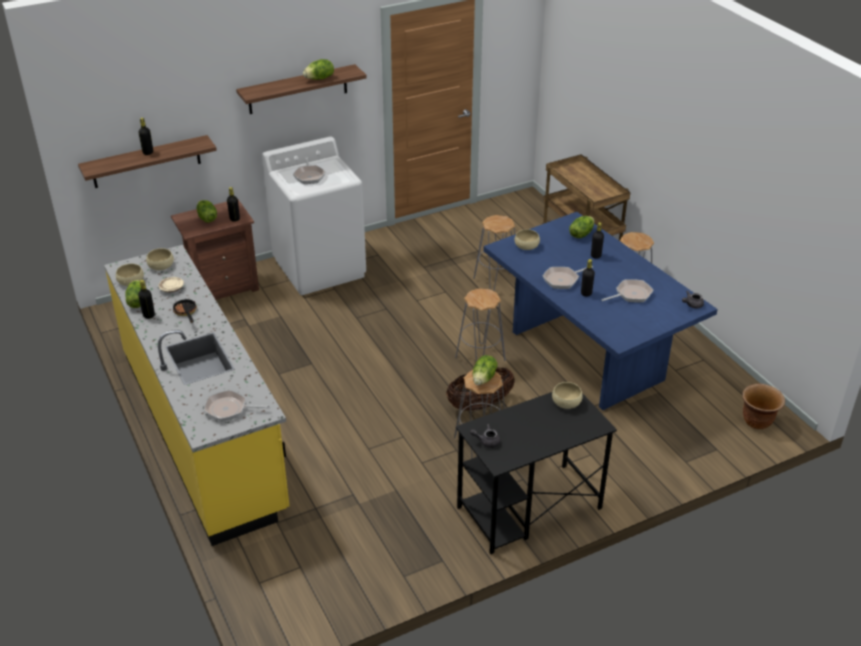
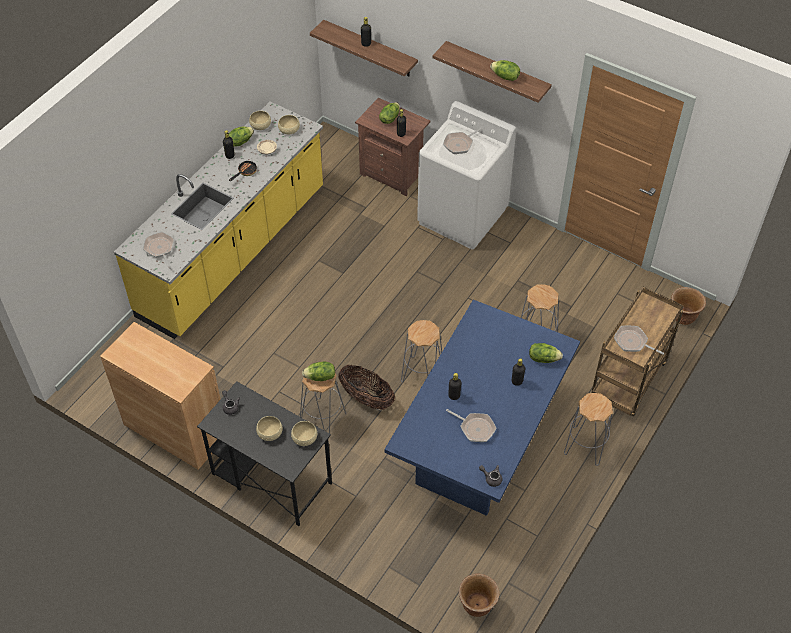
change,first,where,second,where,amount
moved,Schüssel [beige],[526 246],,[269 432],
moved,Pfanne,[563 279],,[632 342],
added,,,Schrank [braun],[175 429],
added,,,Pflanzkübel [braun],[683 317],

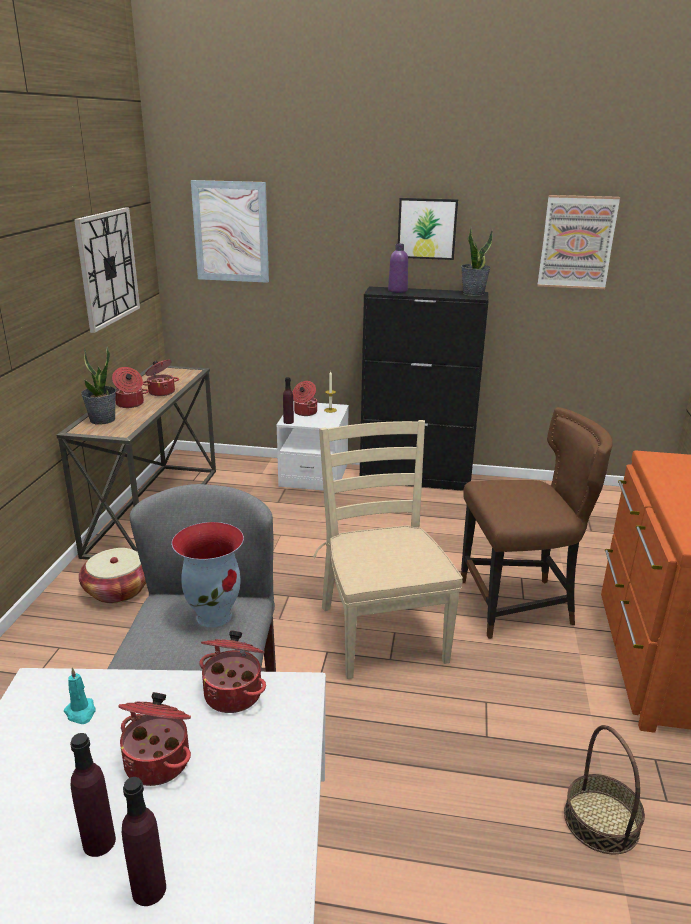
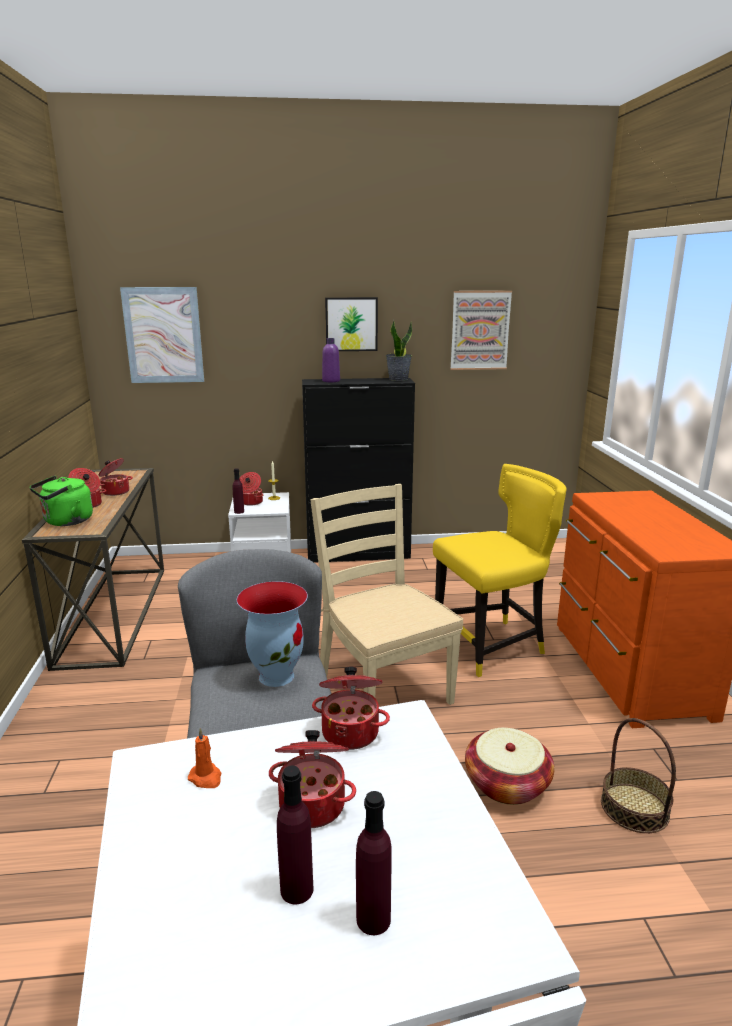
change,first,where,second,where,amount
recoloured,Kerze [türkis],[81 712],Kerze [orange],[206 778],
removed,Wanduhr,[108 267],,,
moved,Korb,[117 590],,[507 784],
replaced,Topfpflanze,[102 420],Wasserkessel [grün],[66 522],
recoloured,Stuhl [braun],[519 605],Stuhl [gelb],[492 645],

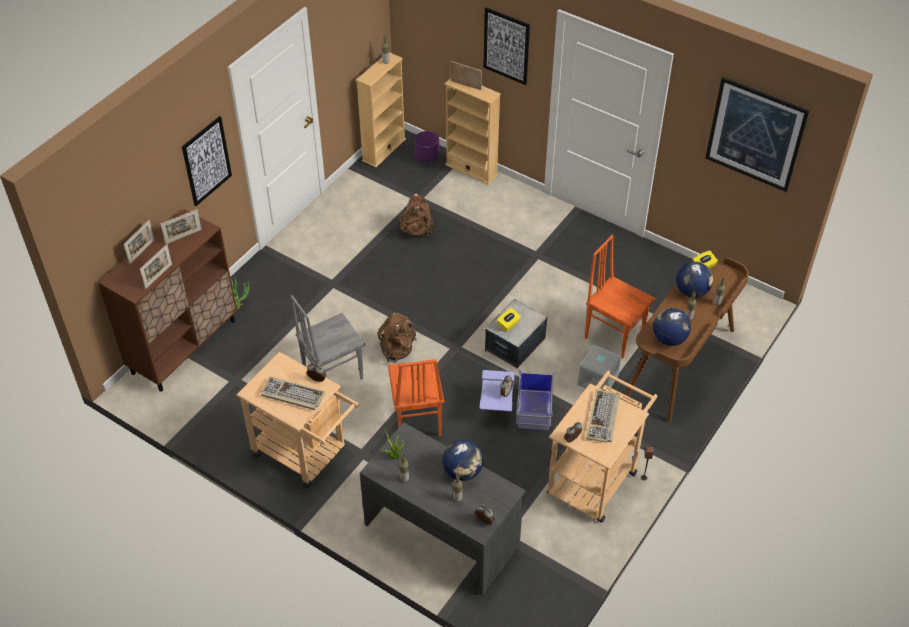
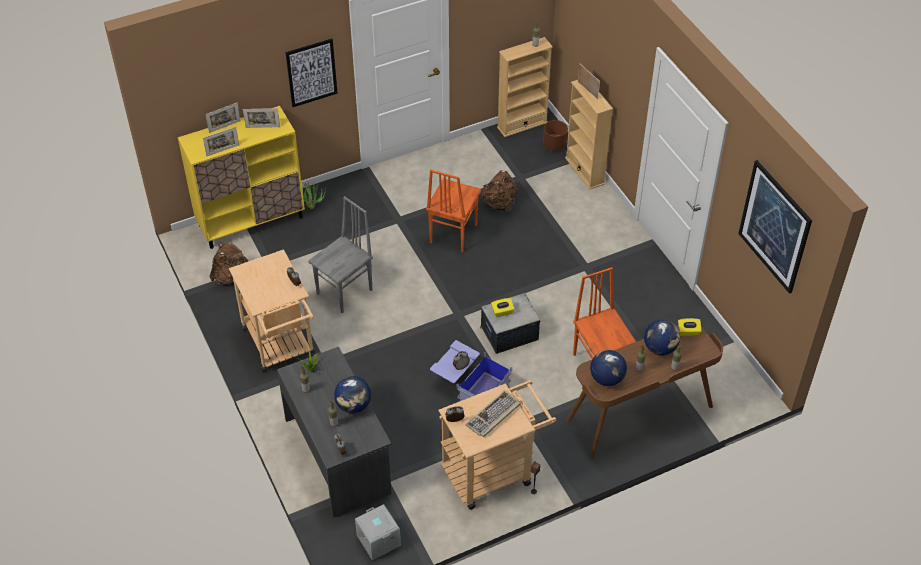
change,first,where,second,where,amount
recoloured,Schrank [braun],[184 346],Schrank [gelb],[251 221],
removed,Tastatur,[292 395],,,
turned,Stuhl [grau],[332 374],,[345 292],135 degrees clockwise
moved,Rucksack [braun],[397 350],,[230 276],
moved,Stuhl [orange],[416 420],,[452 234],
recoloured,Pflanzkübel [lila],[427 157],Pflanzkübel [braun],[554 145],
removed,Bild,[506 46],,,
moved,Aufbewahrungsbox [grau],[597 380],,[377 540],

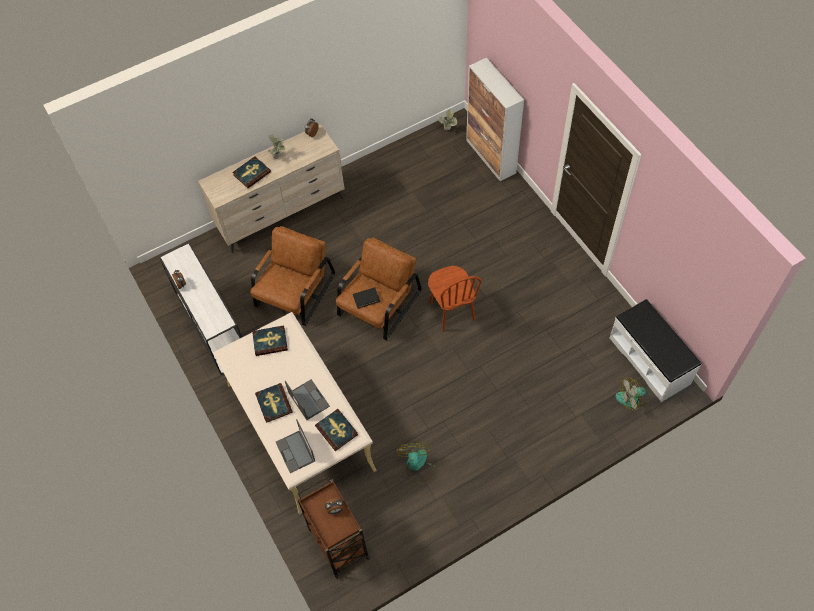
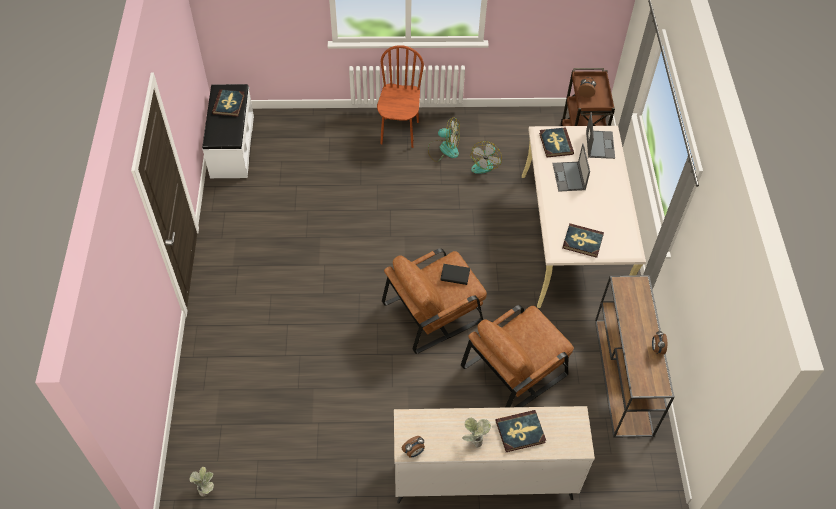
change,first,where,second,where,amount
recoloured,Konsolentisch [weiß],[211 325],Konsolentisch [braun],[623 377],
moved,Buch,[273 403],,[229 104],
moved,Stuhl [braun],[451 312],,[399 132],
removed,Schrank,[491 157],,,
moved,Ventilator,[632 398],,[444 149],

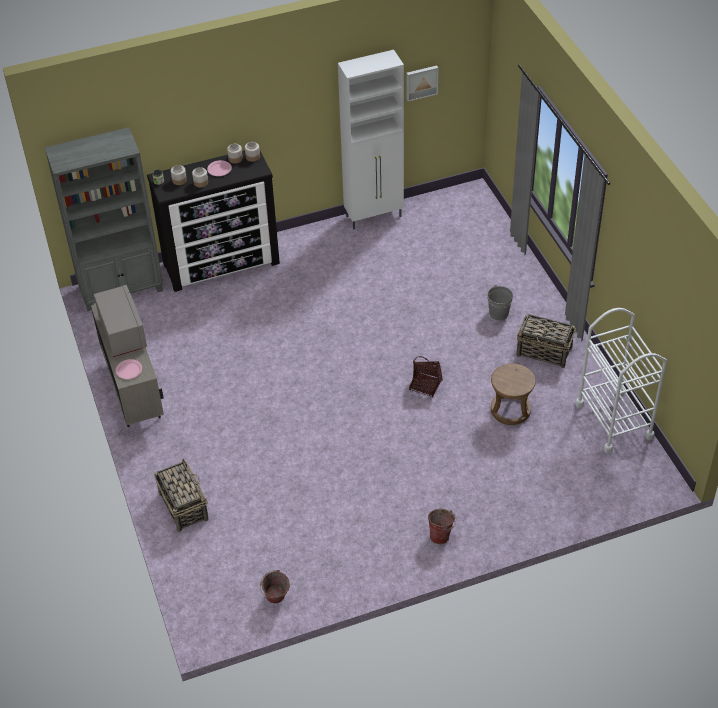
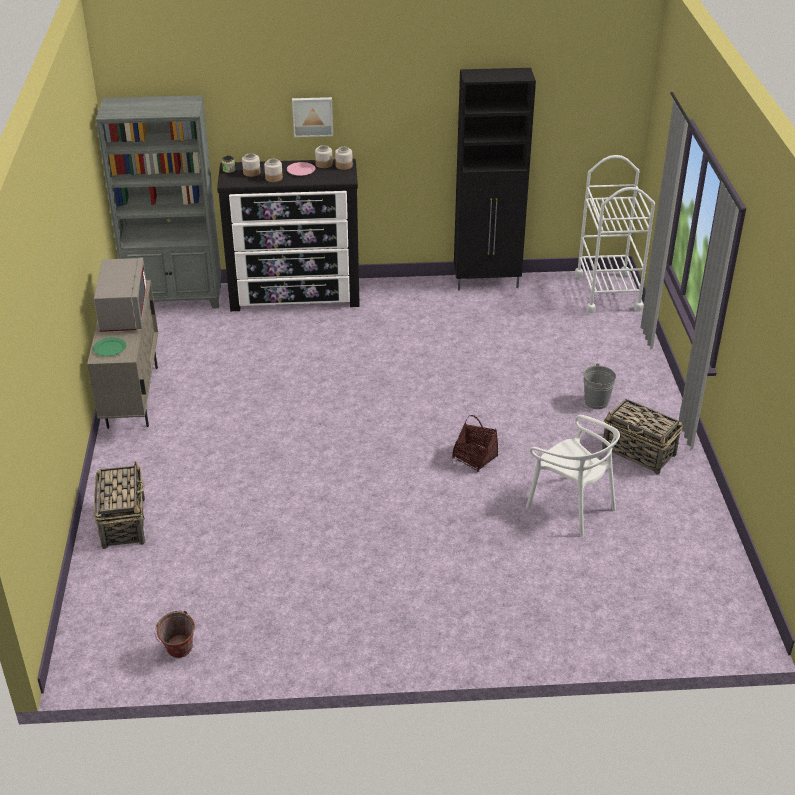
change,first,where,second,where,amount
recoloured,Teller [rosa],[129 370],Teller [grün],[110 348],
recoloured,Schrank [weiß],[374 216],Schrank [schwarz],[487 282],
moved,Bild,[421 82],,[312 116],
removed,Eimer,[441 535],,,
replaced,Hocker [braun],[510 410],Stuhl [weiß],[571 506],
moved,Rollwagen [weiß],[614 420],,[608 292],

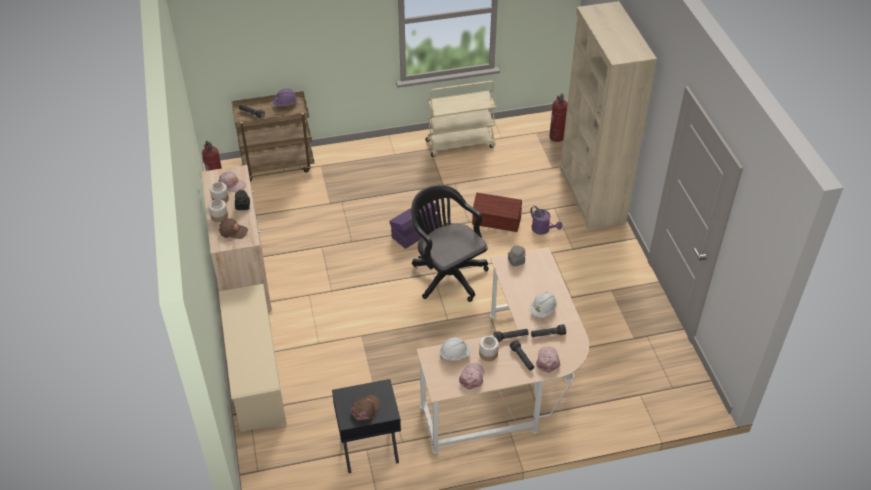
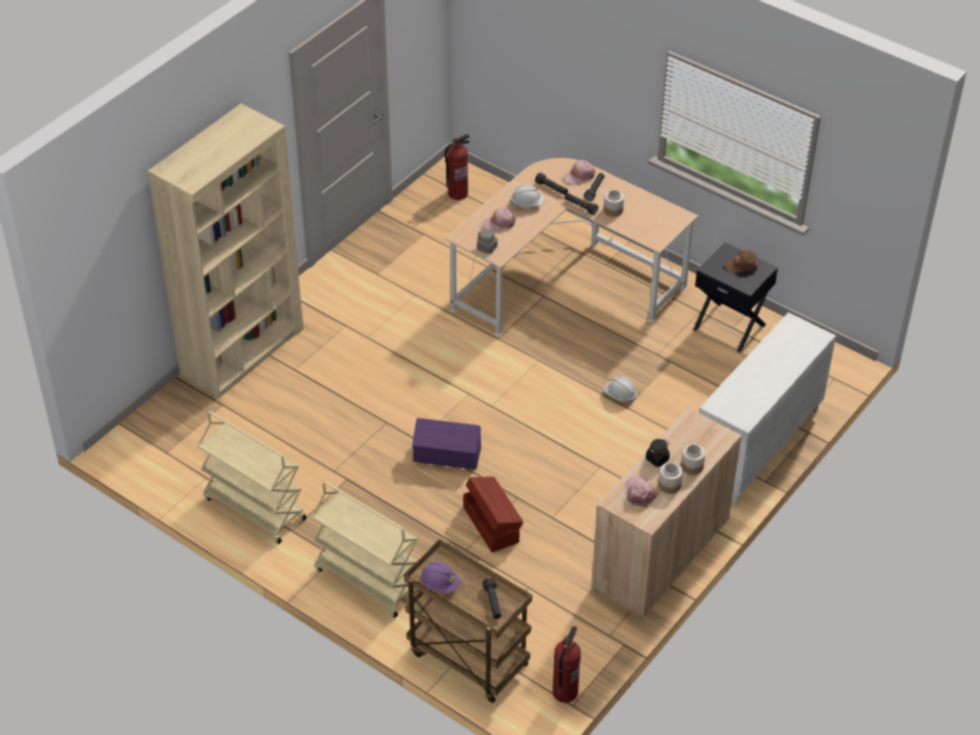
change,first,where,second,where,amount
removed,Kappe [braun],[233 231],,,
replaced,Schuhregal [beige],[256 376],Schrank [weiß],[757 448],
removed,Bürostuhl [schwarz],[447 274],,,
moved,Schutzhelm [weiß],[455 354],,[620 395],
moved,Kappe [rosa],[472 377],,[499 223],
moved,Aufbewahrungsbox [braun],[496 221],,[491 523],
removed,Gießkanne [lila],[543 230],,,
moved,Feuerlöscher,[556 137],,[458 194],
added,,,Rollwagen [beige],[367 580],

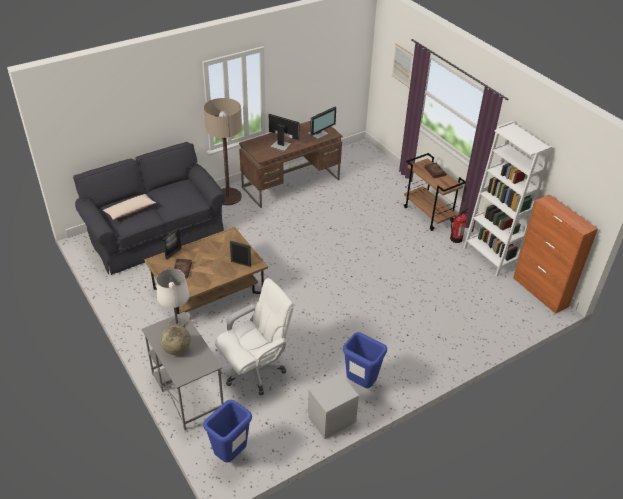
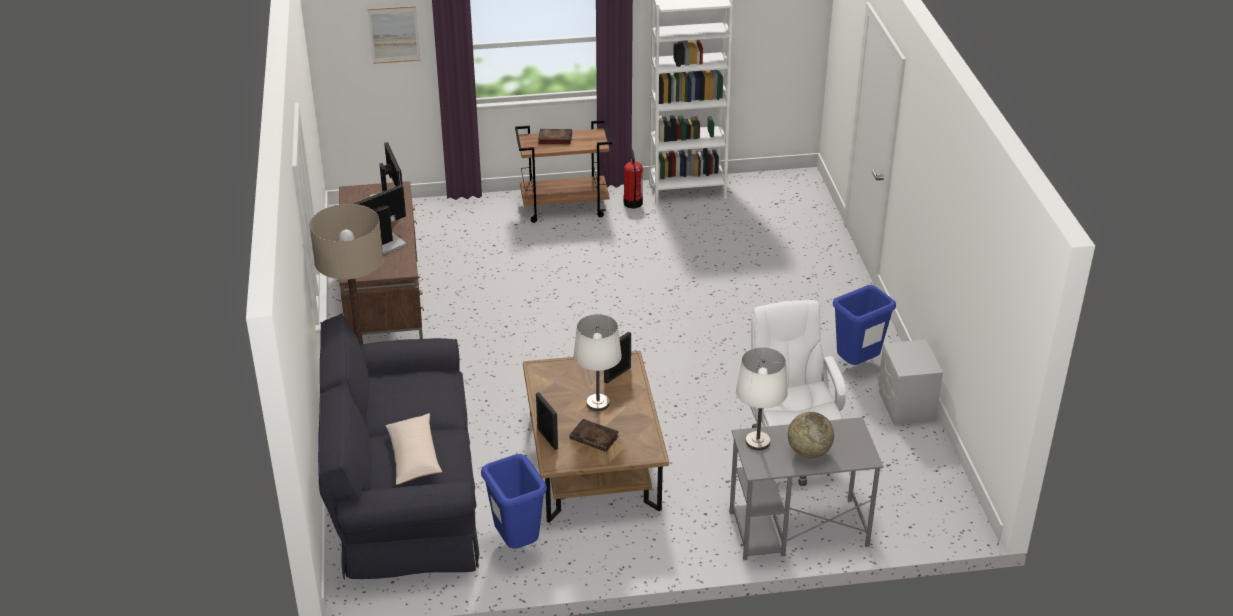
change,first,where,second,where,amount
moved,Mülleimer [blau],[230 455],,[517 544],
removed,Schrank [orange],[540 292],,,
added,,,Tischlampe [weiß],[598 403],

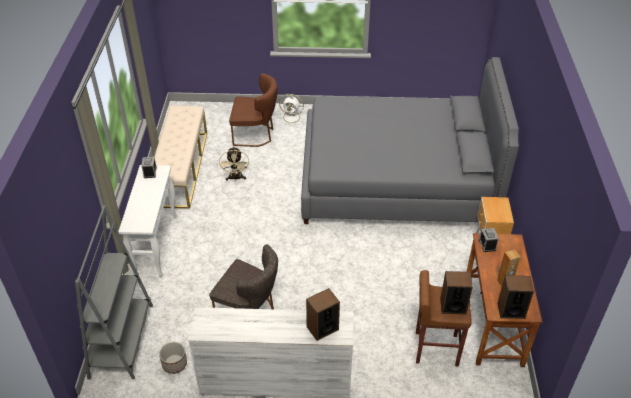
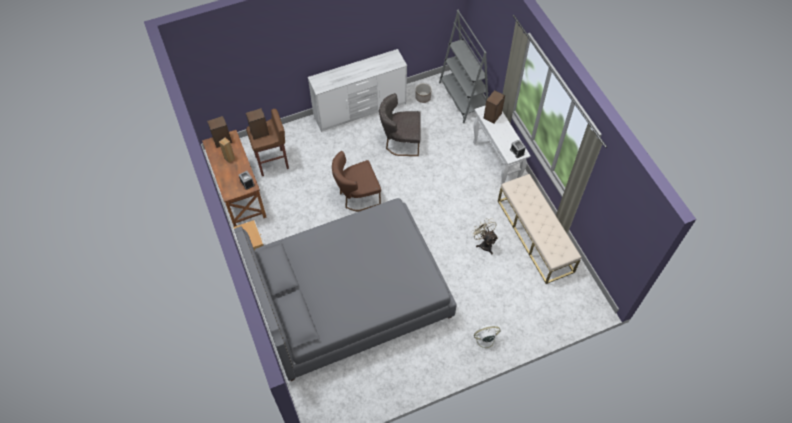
change,first,where,second,where,amount
moved,Stuhl [braun],[256 134],,[357 196],
moved,Lautsprecher,[322 328],,[492 116],

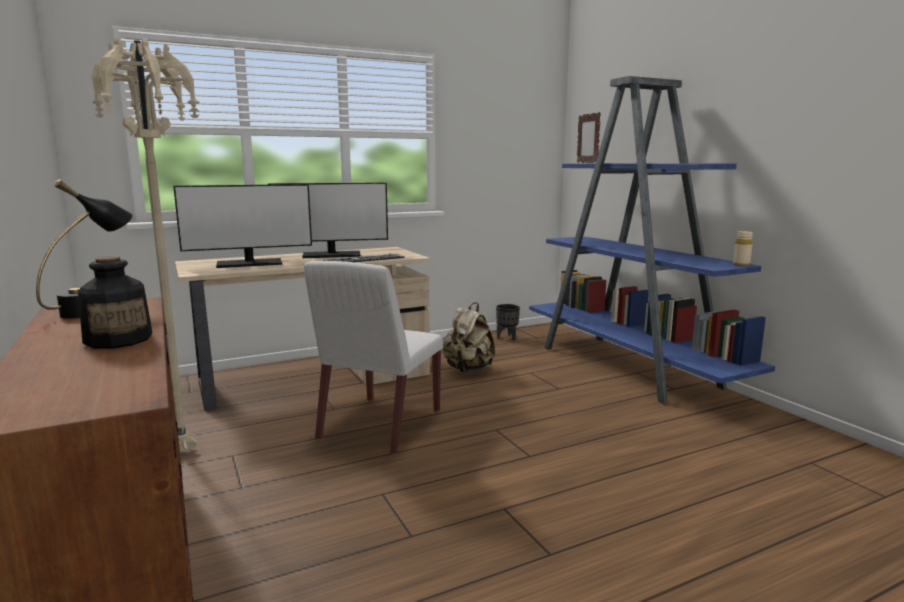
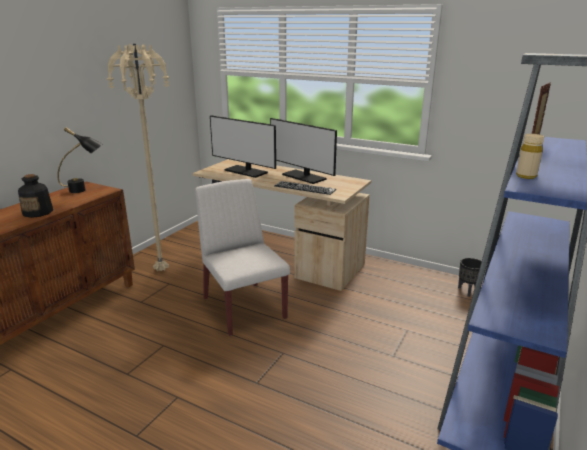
change,first,where,second,where,amount
turned,Stuhl [weiß],[379 425],,[243 307],75 degrees clockwise
removed,Rucksack [beige],[468 369],,,
moved,Flasche [beige],[741 265],,[526 176],

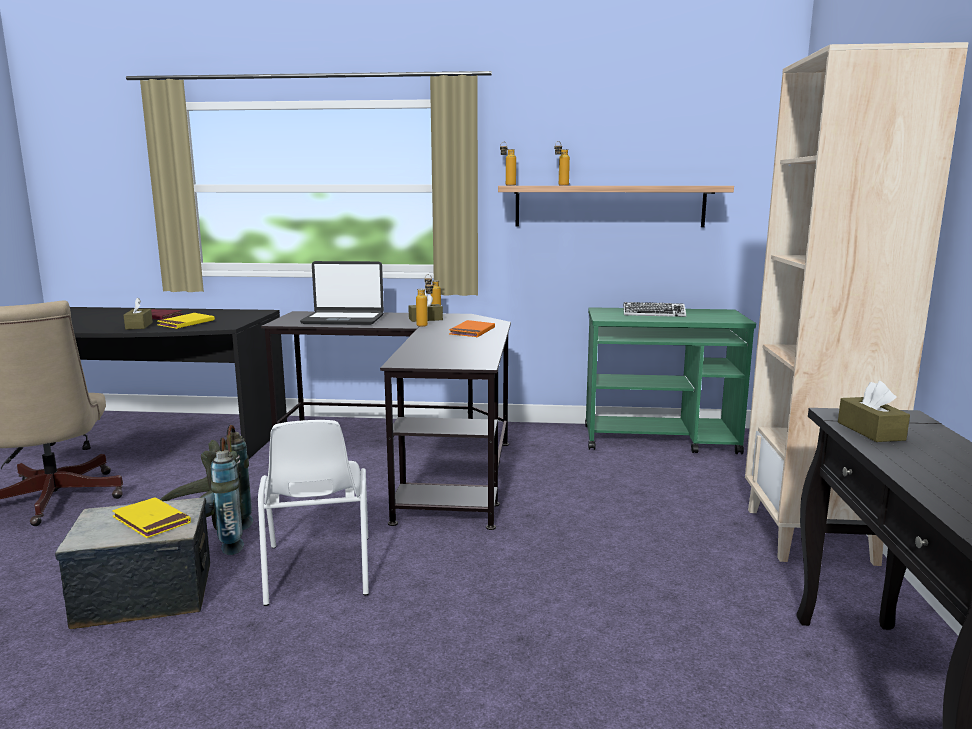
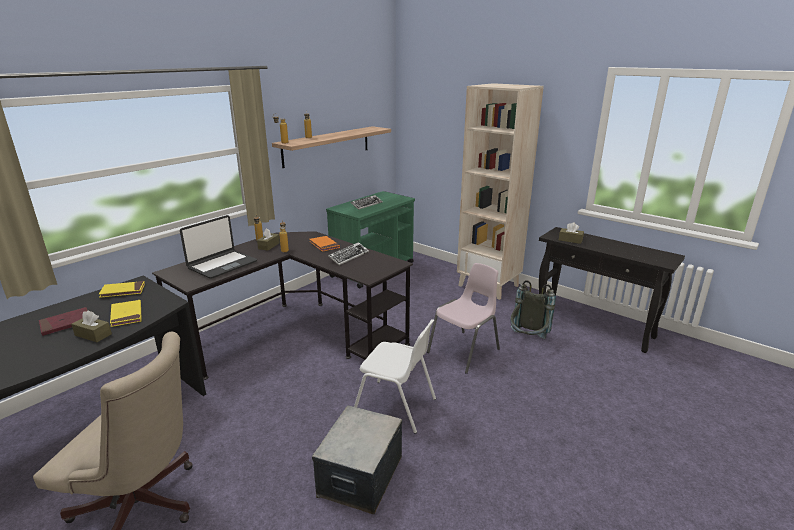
change,first,where,second,where,amount
moved,Buch [gelb],[151 521],,[123 291],
moved,Rucksack [grau],[209 542],,[527 340],
added,,,Tastatur,[348 256],
added,,,Stuhl [rosa],[465 351],

